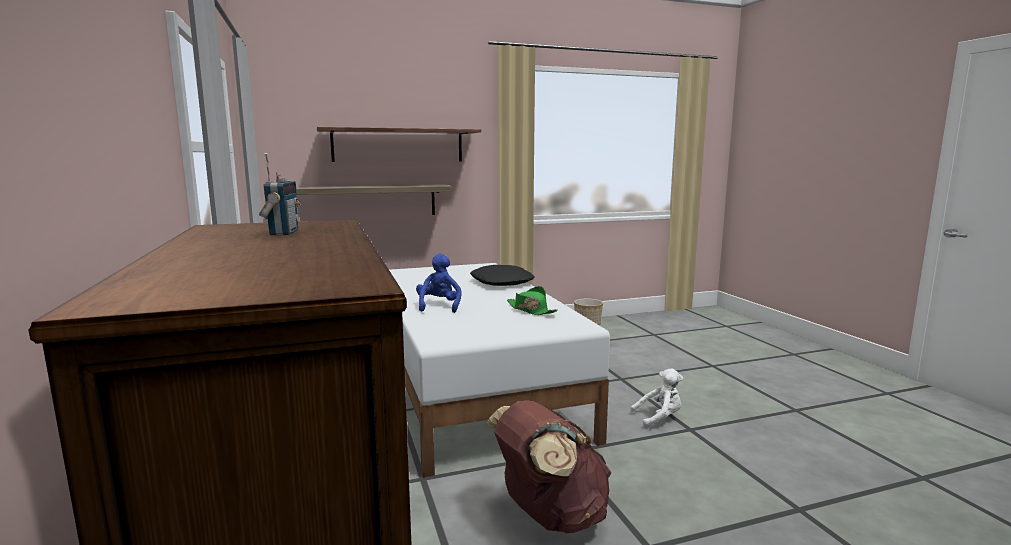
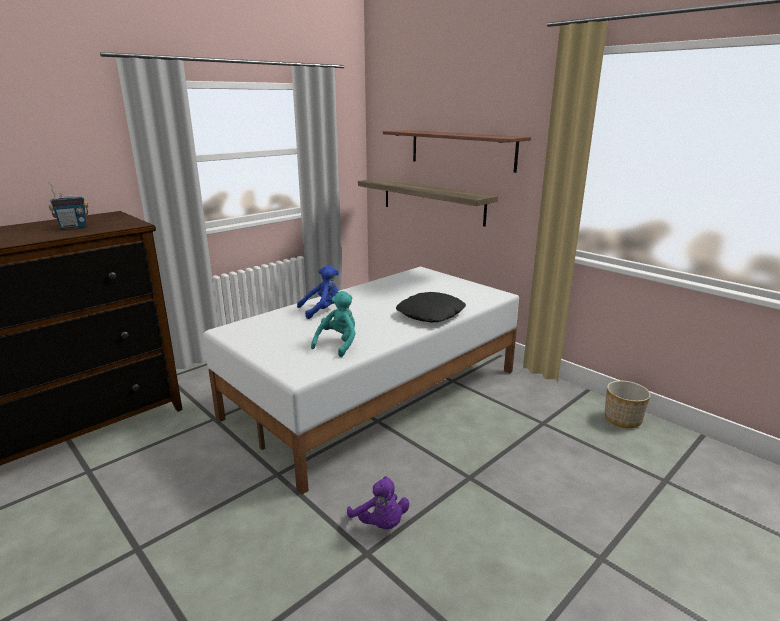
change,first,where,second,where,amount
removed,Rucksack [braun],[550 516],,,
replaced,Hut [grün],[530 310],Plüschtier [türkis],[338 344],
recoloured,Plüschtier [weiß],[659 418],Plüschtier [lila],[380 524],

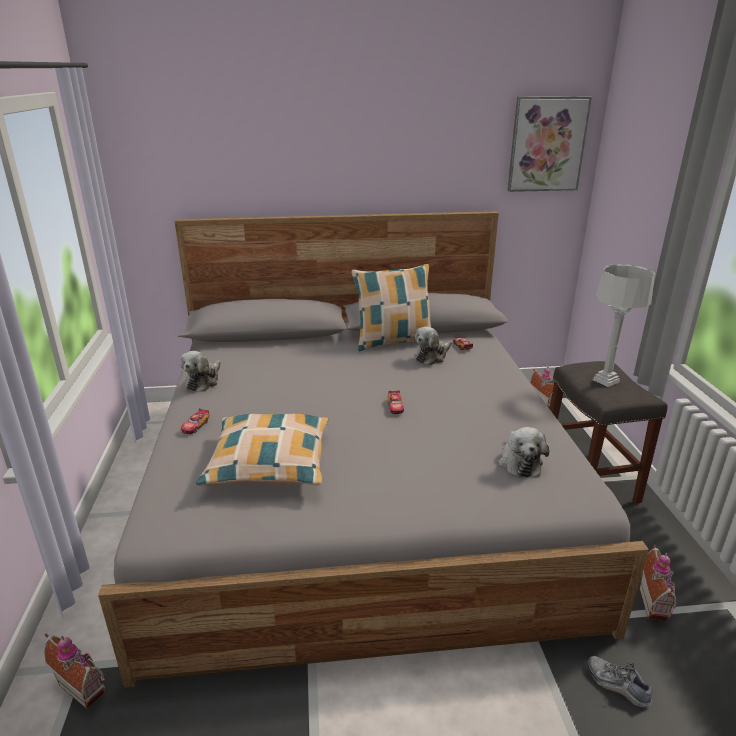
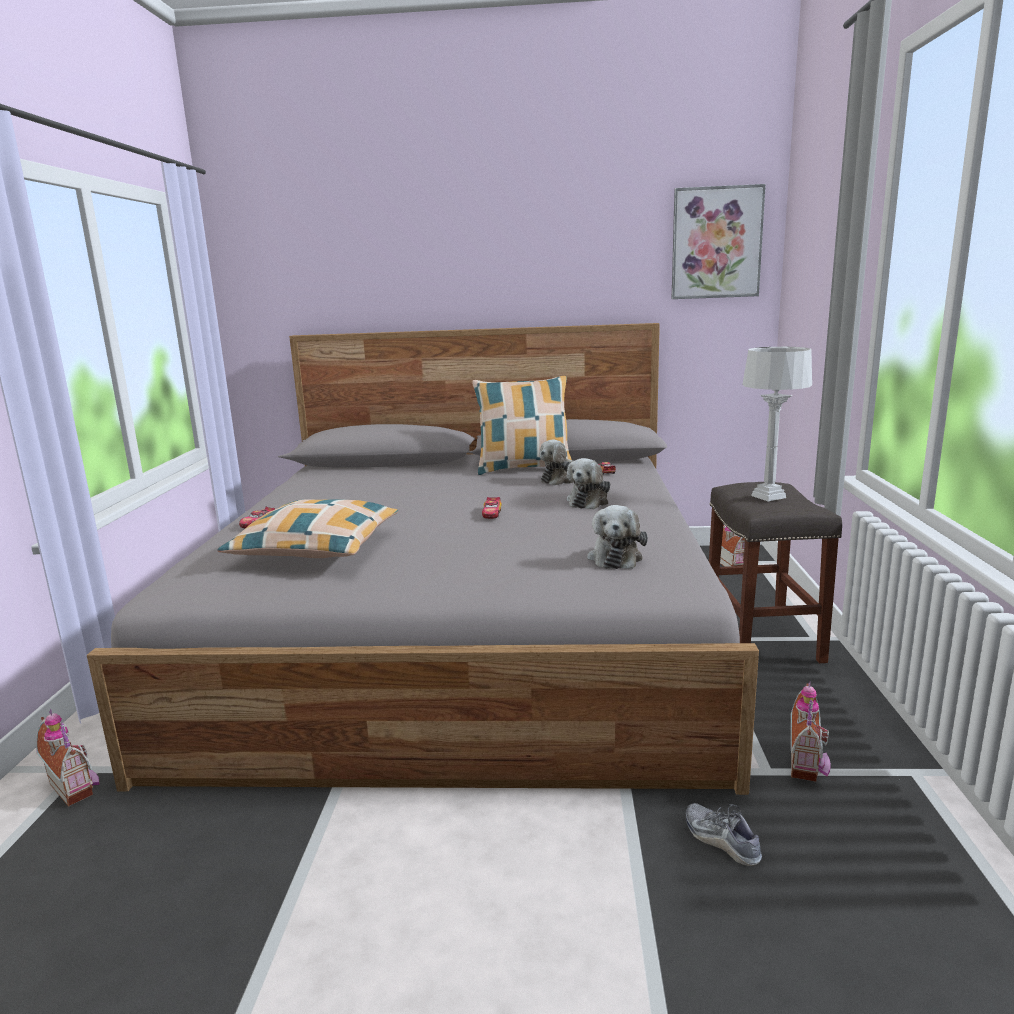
change,first,where,second,where,amount
moved,Plüschtier,[203 381],,[589 501],

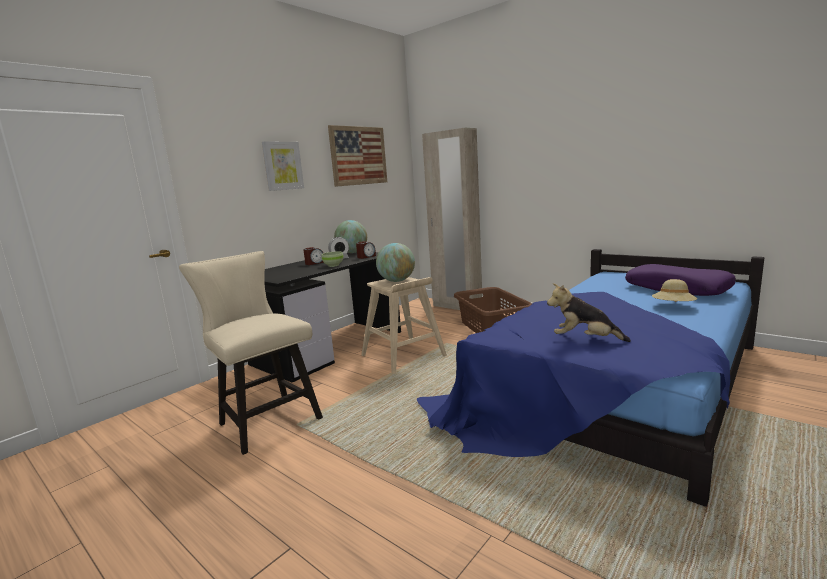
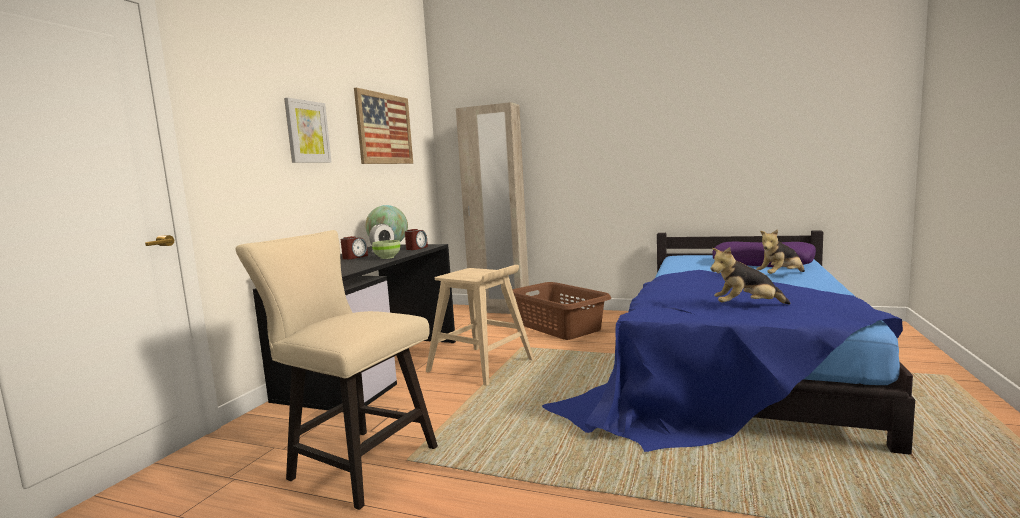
change,first,where,second,where,amount
removed,Globus,[397 281],,,
replaced,Hut [beige],[673 306],Plüschtier,[780 276],

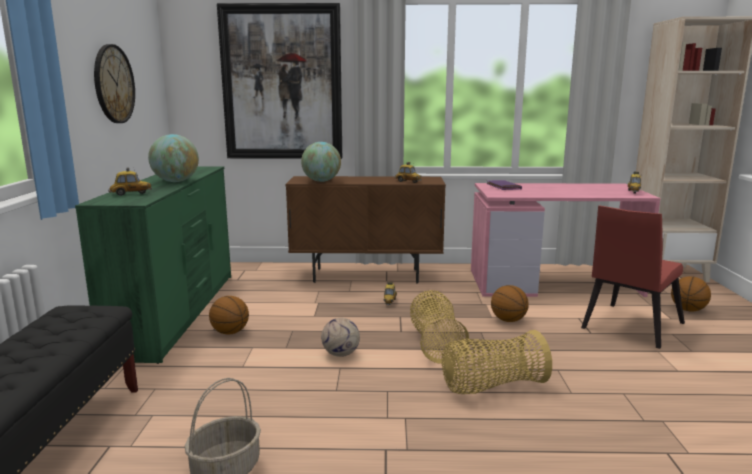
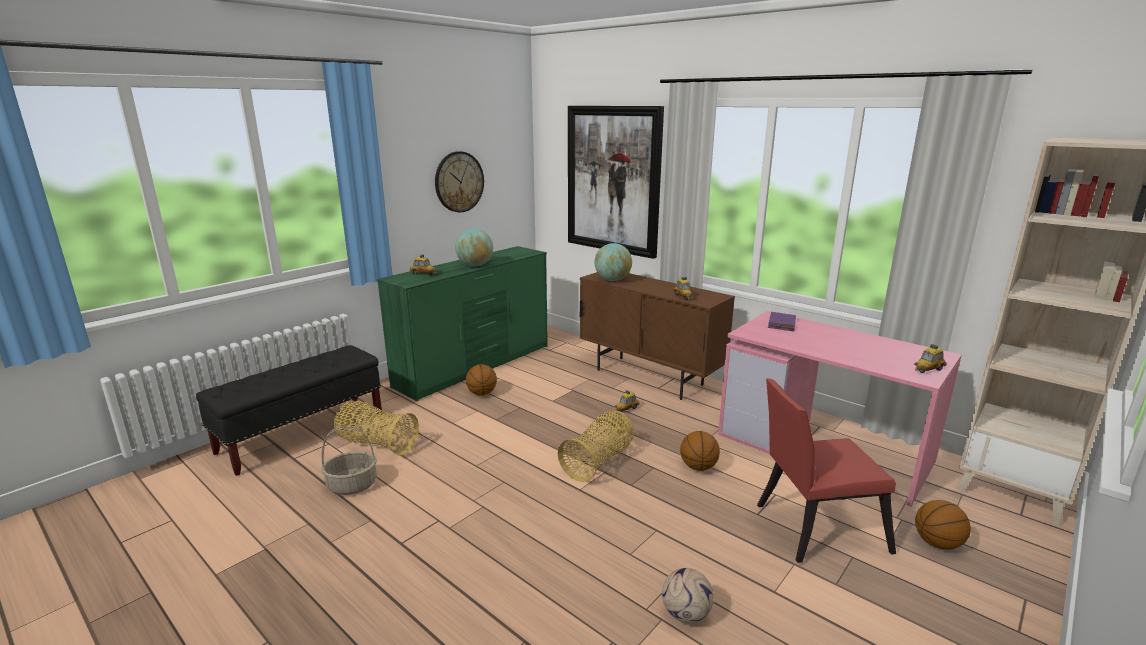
change,first,where,second,where,amount
moved,Fußball,[341 354],,[686 614],
moved,Korb,[491 386],,[376 444],

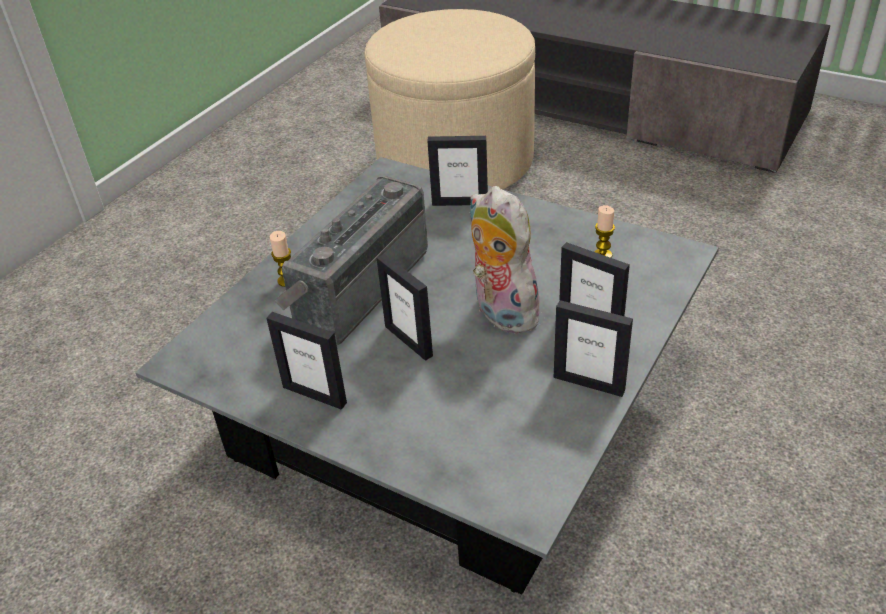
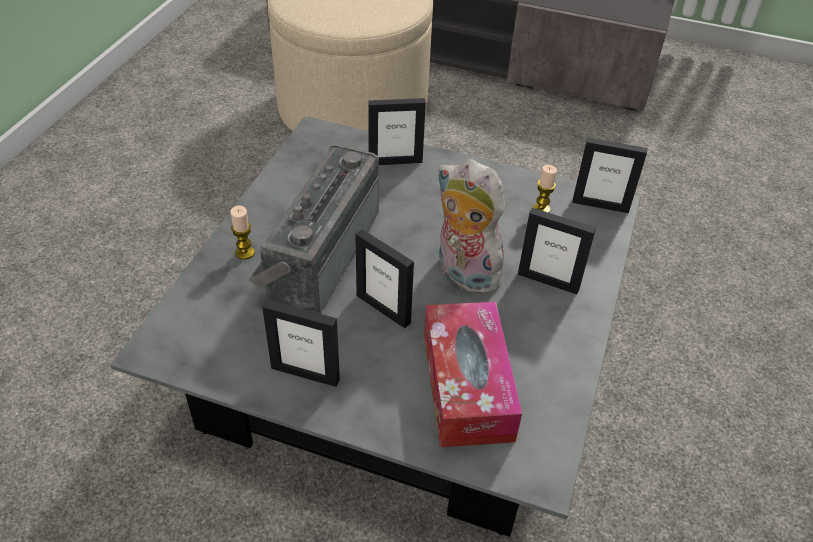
change,first,where,second,where,amount
moved,Bilderrahmen,[589 383],,[600 205],
added,,,Taschentuchbox,[467 385],

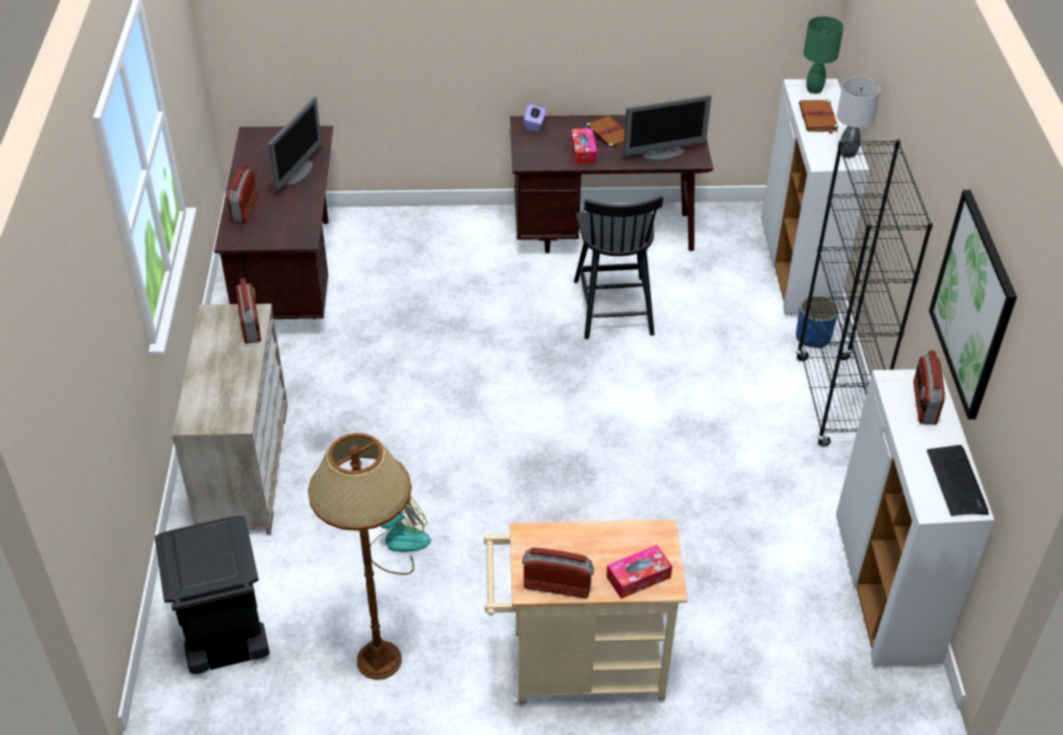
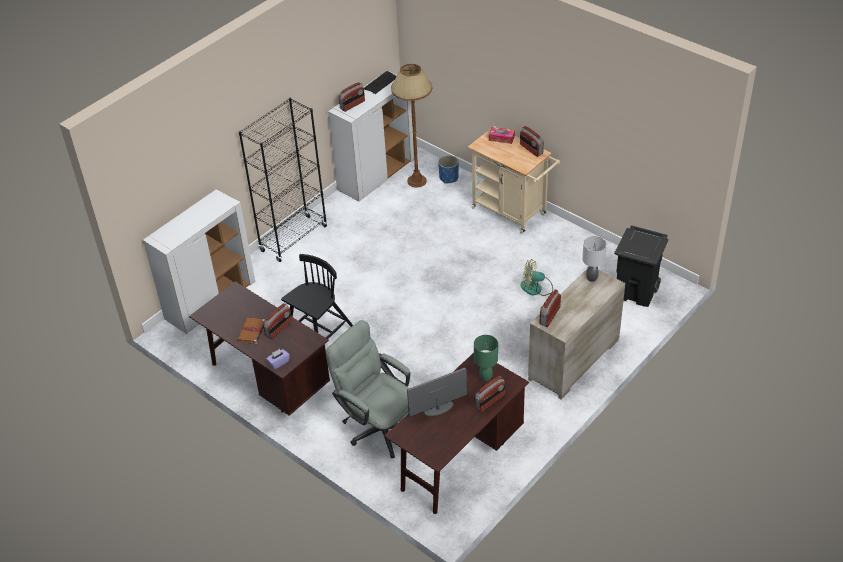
change,first,where,second,where,amount
moved,Stehlampe [braun],[379 660],,[416 181],
replaced,Taschentuchbox,[583 151],Radio,[279 329],
removed,Monitor,[664 154],,,
moved,Pflanzkübel [blau],[813 337],,[449 178],
removed,Buch [braun],[818 118],,,
moved,Tischlampe [grün],[814 90],,[486 377],
moved,Tischlampe [grau],[847 153],,[592 278],
removed,Bild,[973 304],,,
added,,,Bürostuhl [grau],[377 425],

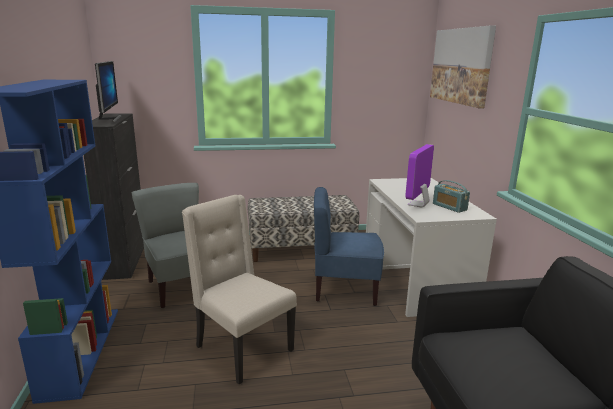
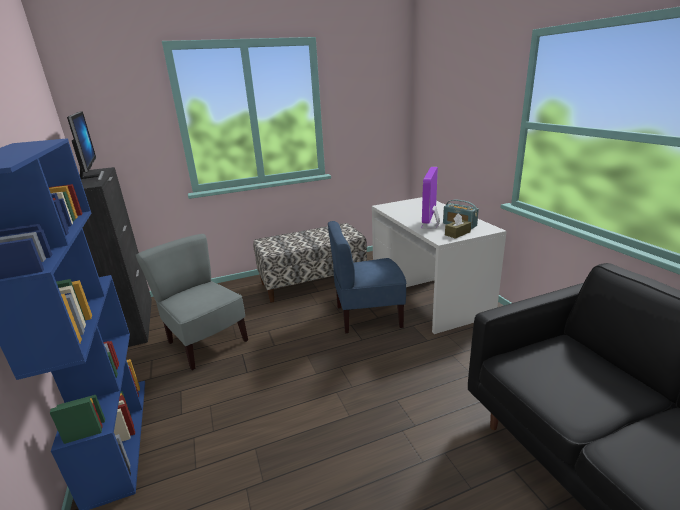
change,first,where,second,where,amount
removed,Stuhl [beige],[241 348],,,
removed,Bild,[461 66],,,
added,,,Taschentuchbox [braun],[457 233],

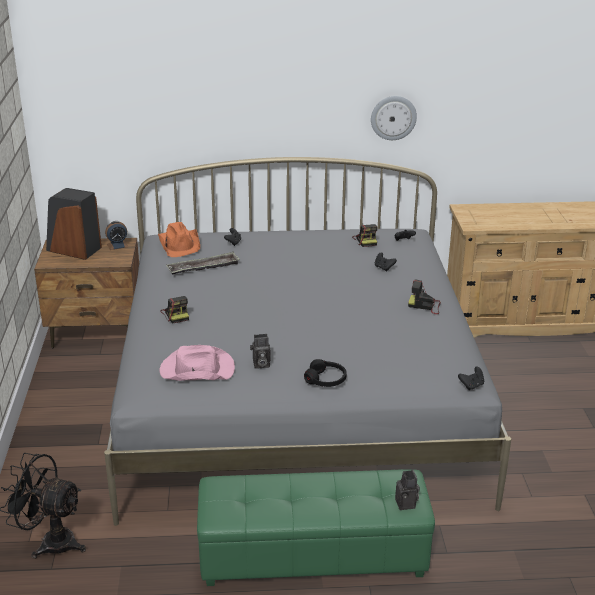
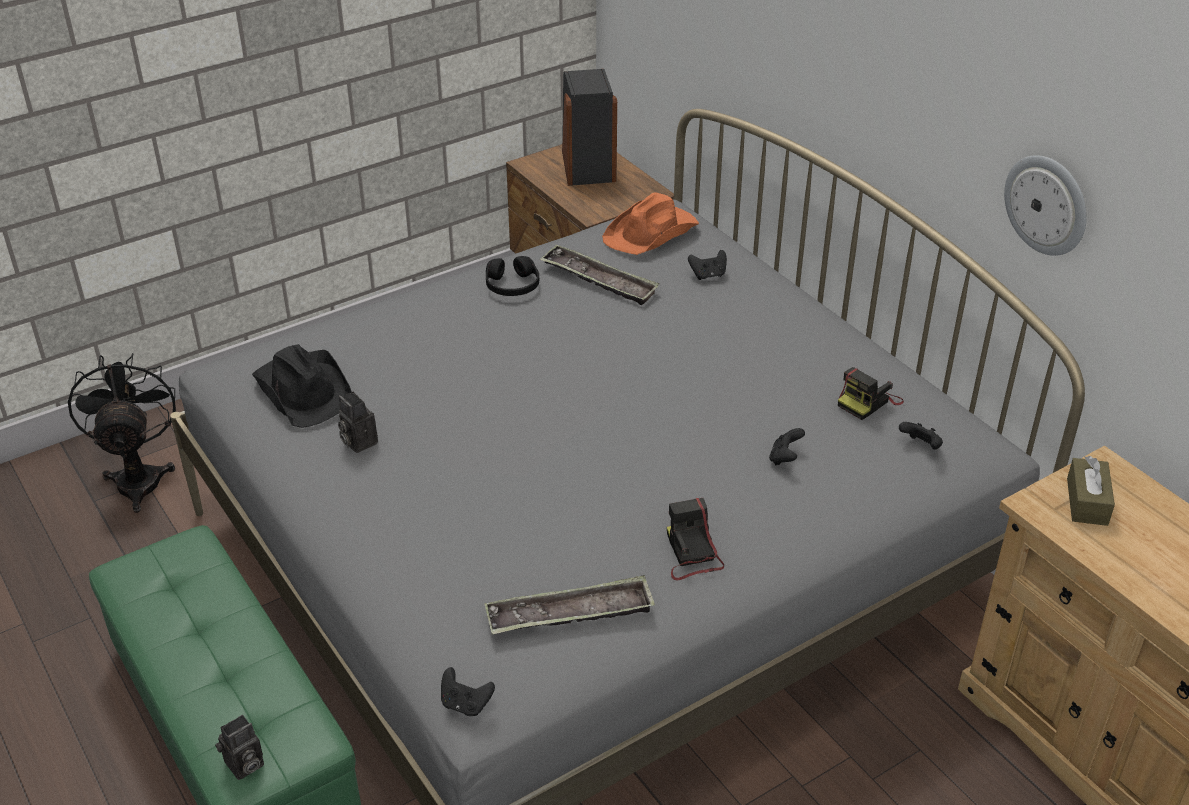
change,first,where,second,where,amount
removed,Wecker,[117 245],,,
recoloured,Hut [rosa],[196 369],Hut [schwarz],[304 390],
removed,Kamera,[176 314],,,
moved,Kopfhörer [schwarz],[326 379],,[512 286],
added,,,Tablett,[570 614],
added,,,Taschentuchbox [braun],[1087 501],

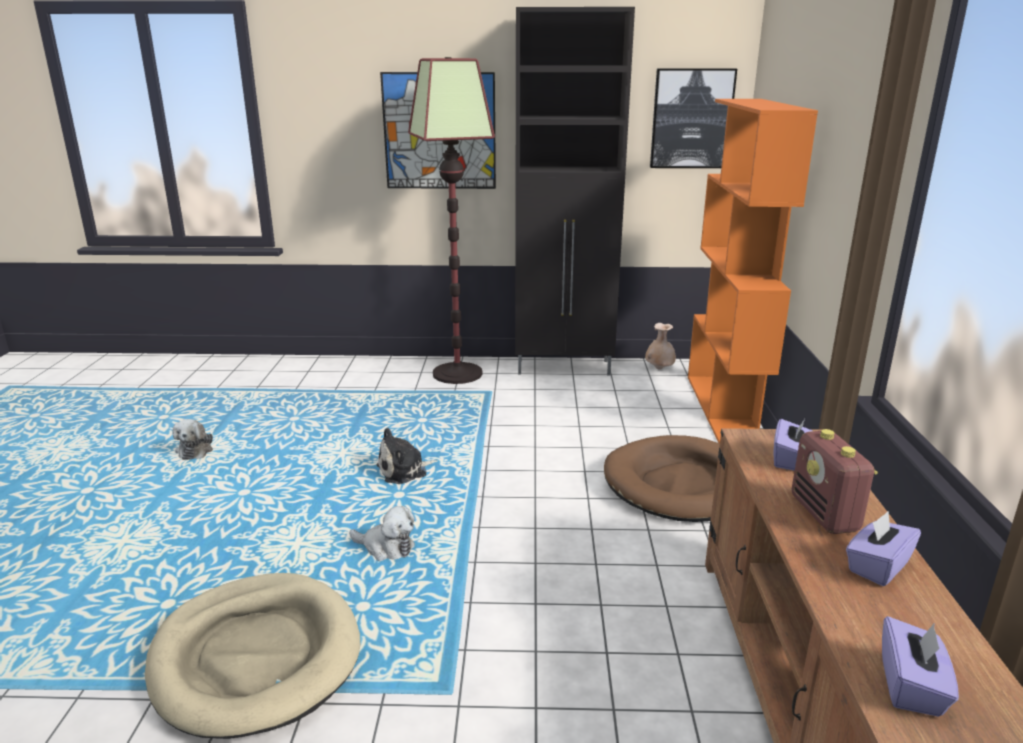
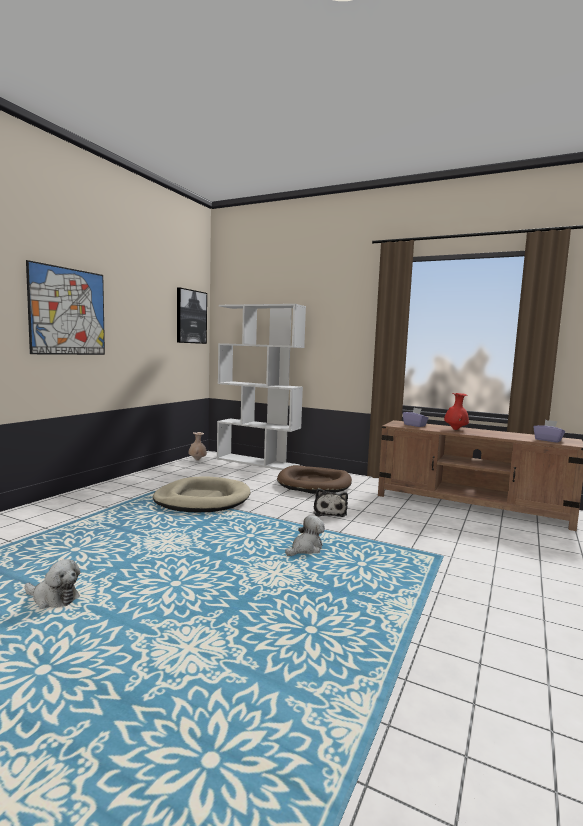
change,first,where,second,where,amount
moved,Hundebett [beige],[256 657],,[202 499],
moved,Plüschtier,[405 470],,[329 512],
removed,Stehlampe,[458 374],,,
removed,Schrank [schwarz],[565 368],,,
recoloured,Bücherregal [orange],[725 409],Bücherregal [weiß],[258 462],
replaced,Radio,[825 515],Vase [rot],[455 429],
removed,Taschentuchbox [lila],[877 566],,,

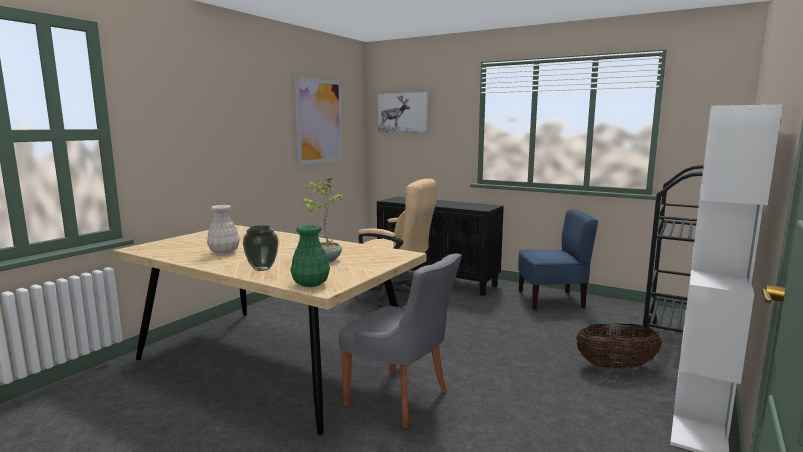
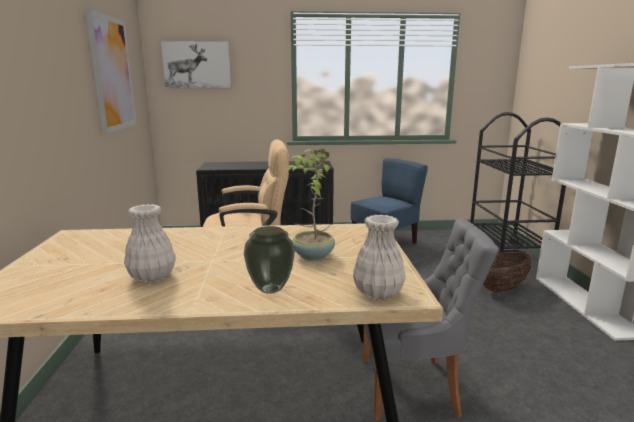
change,first,where,second,where,amount
recoloured,Vase [grün],[310 284],Vase [weiß],[377 293],

